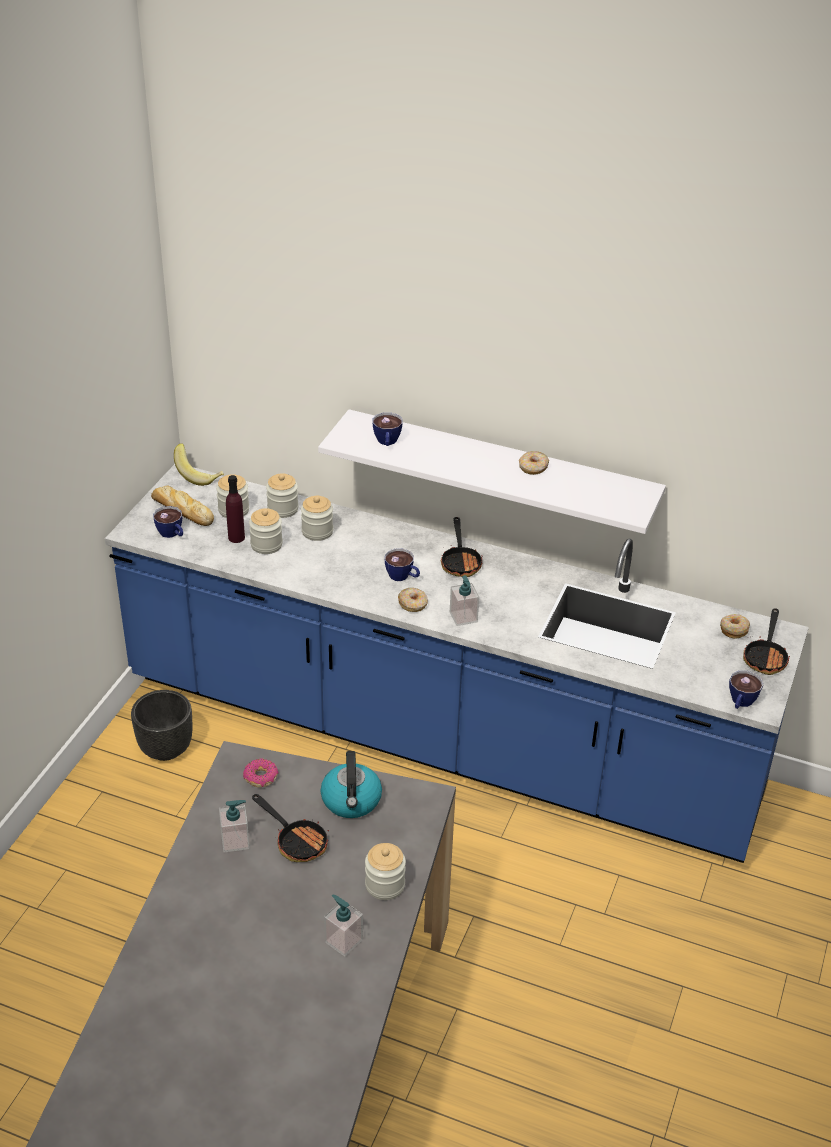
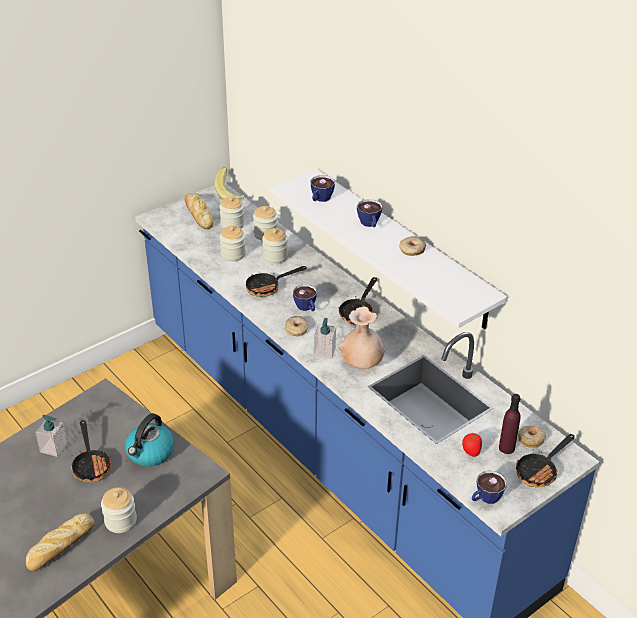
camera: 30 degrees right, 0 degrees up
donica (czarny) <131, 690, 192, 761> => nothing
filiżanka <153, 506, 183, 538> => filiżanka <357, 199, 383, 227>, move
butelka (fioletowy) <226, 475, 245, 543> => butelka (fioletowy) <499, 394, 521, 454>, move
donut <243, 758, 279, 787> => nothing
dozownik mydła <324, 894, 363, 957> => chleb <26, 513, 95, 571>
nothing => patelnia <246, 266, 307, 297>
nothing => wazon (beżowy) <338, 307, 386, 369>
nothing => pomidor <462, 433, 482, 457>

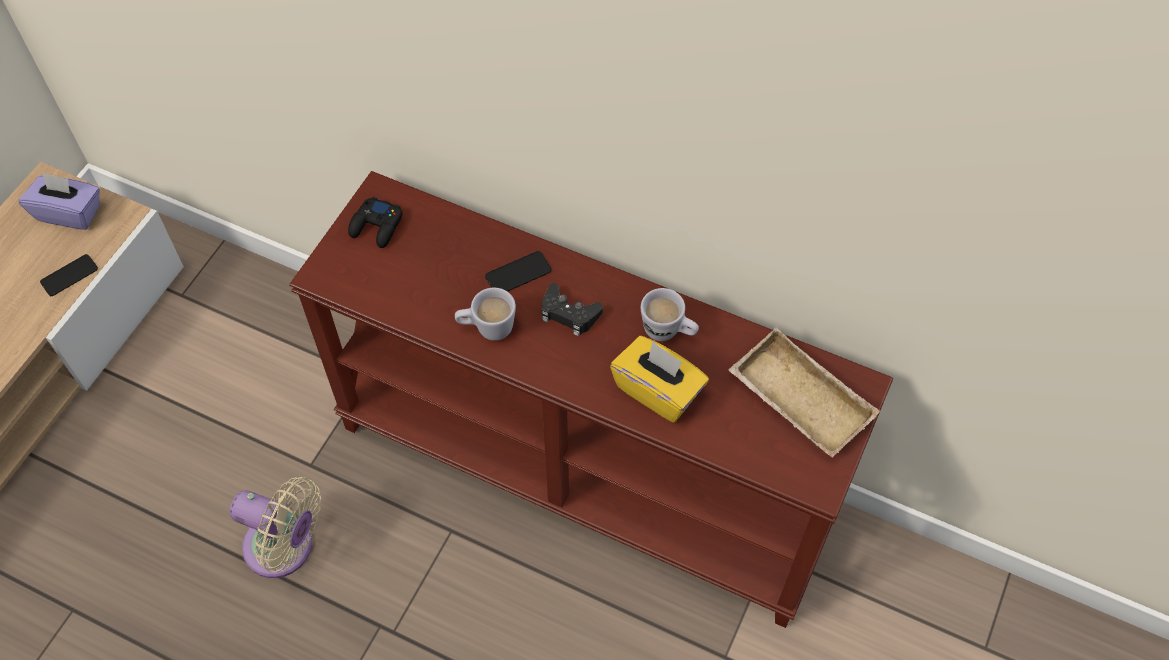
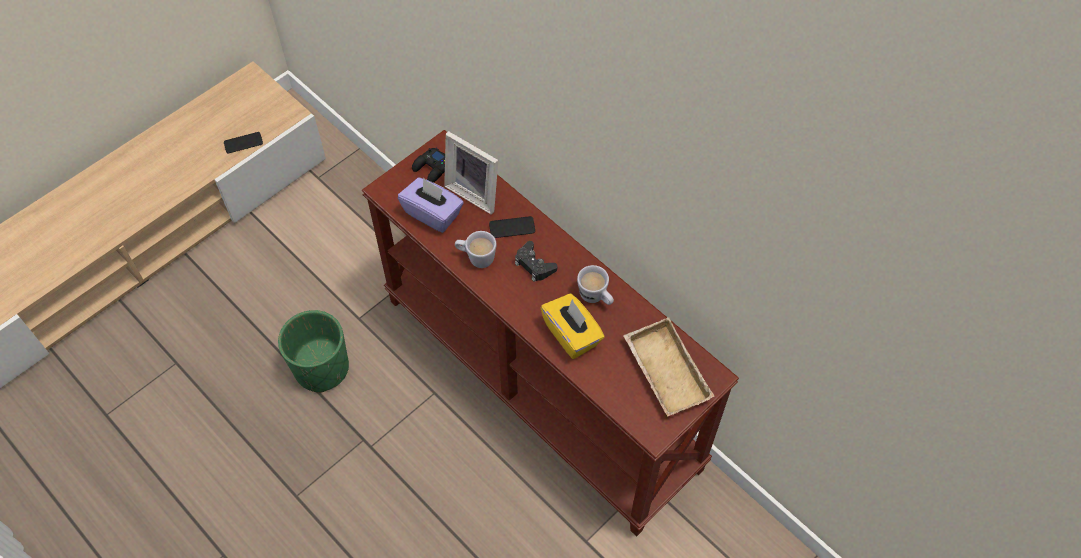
camera: 20 degrees right, 0 degrees up
pudełko chusteczek (fioletowy) <19, 172, 100, 230> => pudełko chusteczek (fioletowy) <398, 178, 464, 233>, move
wentylator (beżowy) <230, 477, 321, 578> => donica (zielony) <278, 310, 349, 393>
nothing => ramka na zdjęcie <444, 131, 498, 215>

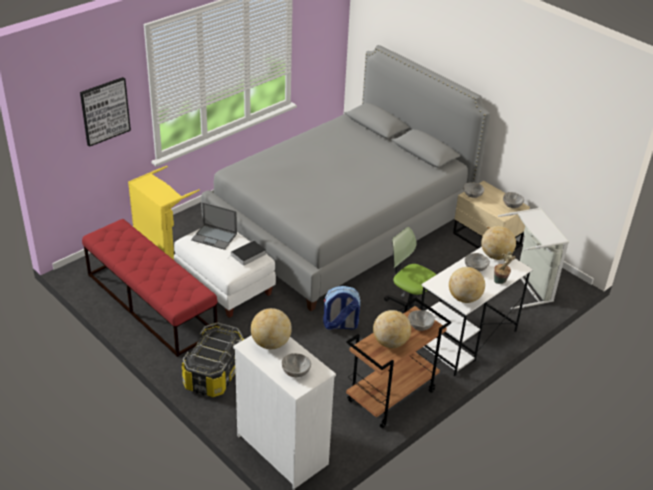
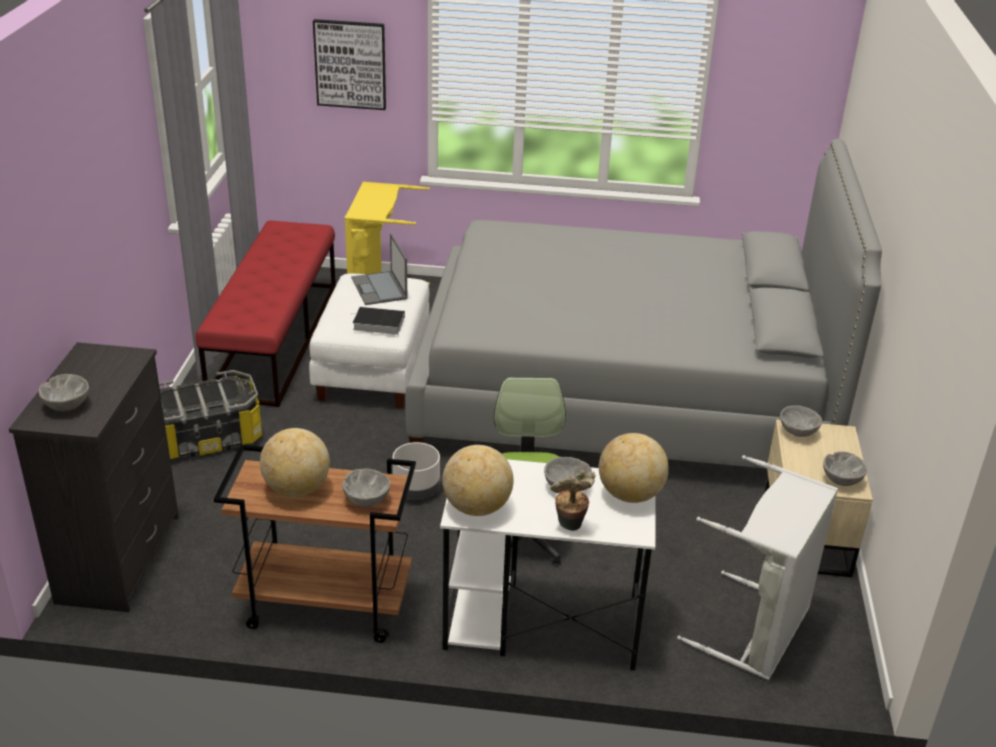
camera: 50 degrees right, 5 degrees down
komoda (biały) <233, 335, 336, 489> => komoda (czarny) <9, 342, 179, 612>
globus <251, 308, 292, 349> => nothing
plecak <323, 286, 360, 330> => donica (szary) <392, 442, 440, 499>

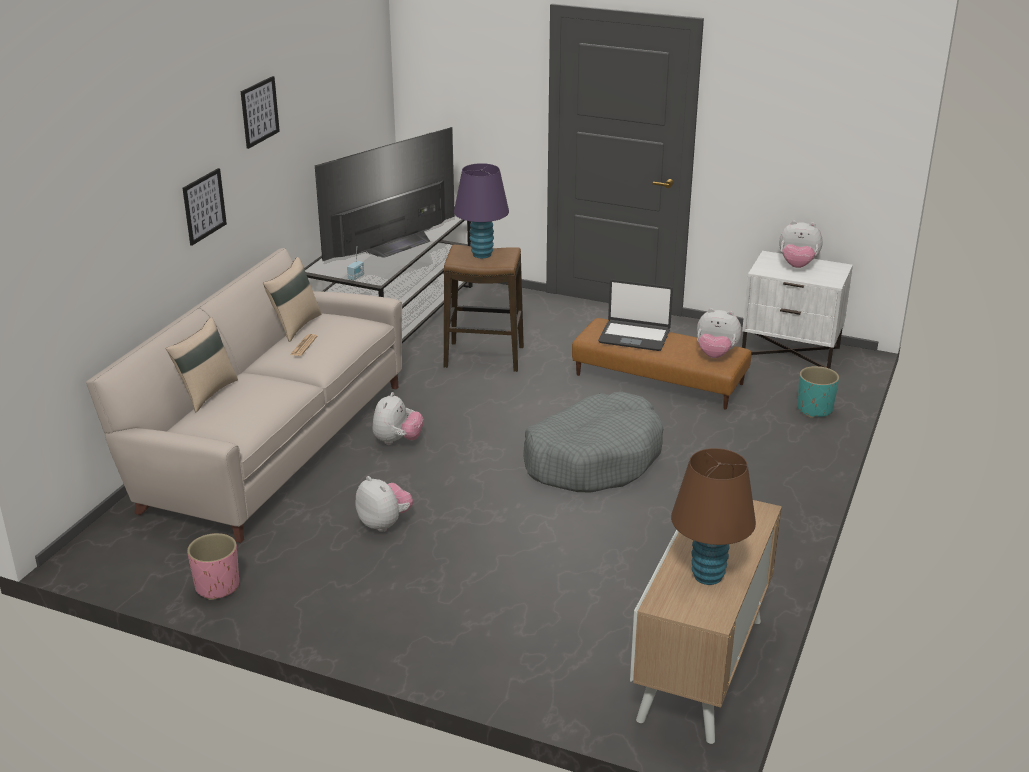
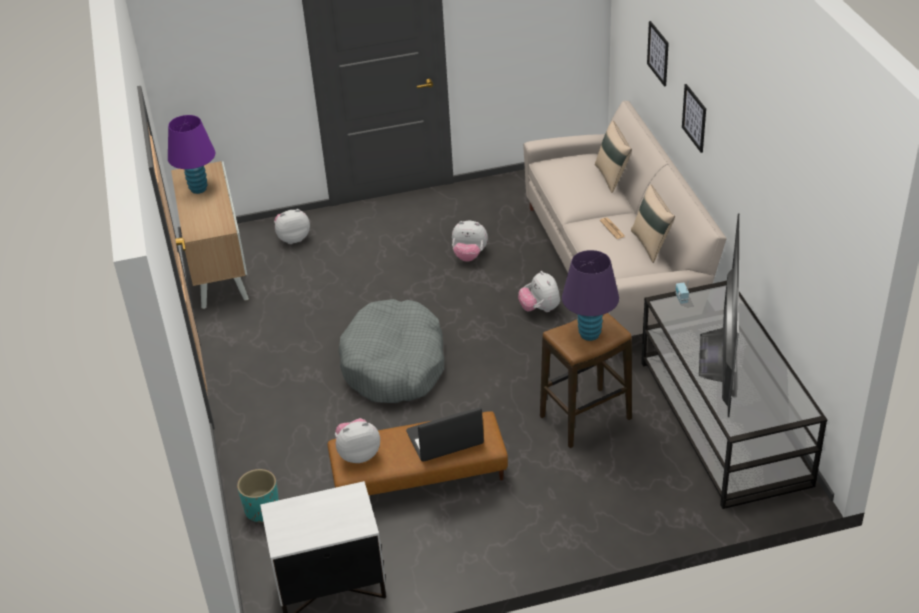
camera: 145 degrees right, 10 degrees up
donica (różowy) <187, 533, 239, 600> => nothing
obraz <241, 76, 280, 149> => obraz <647, 21, 669, 87>, move
lampa stołowa (brązowy) <671, 448, 756, 585> => lampa stołowa (fioletowy) <168, 115, 215, 194>
pluszak <779, 221, 823, 268> => pluszak <274, 209, 310, 244>, move

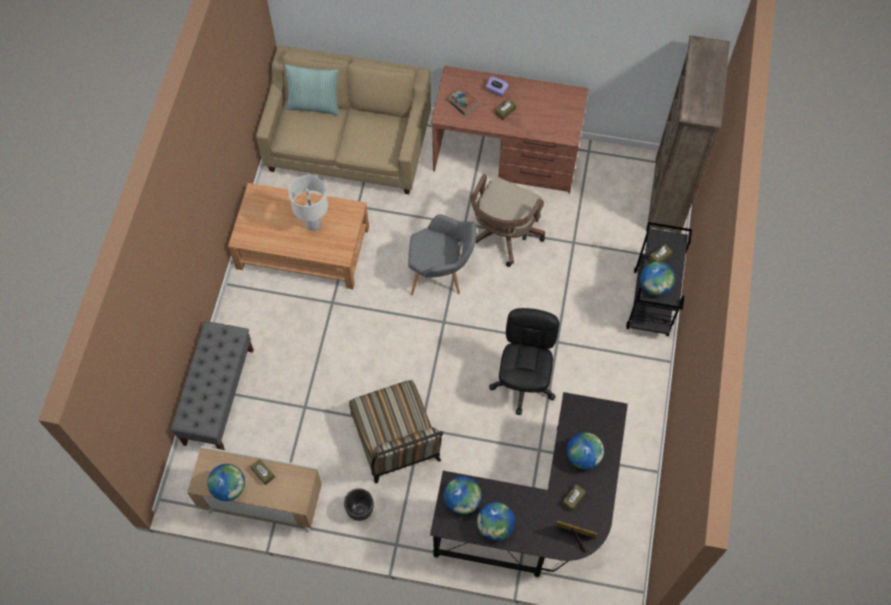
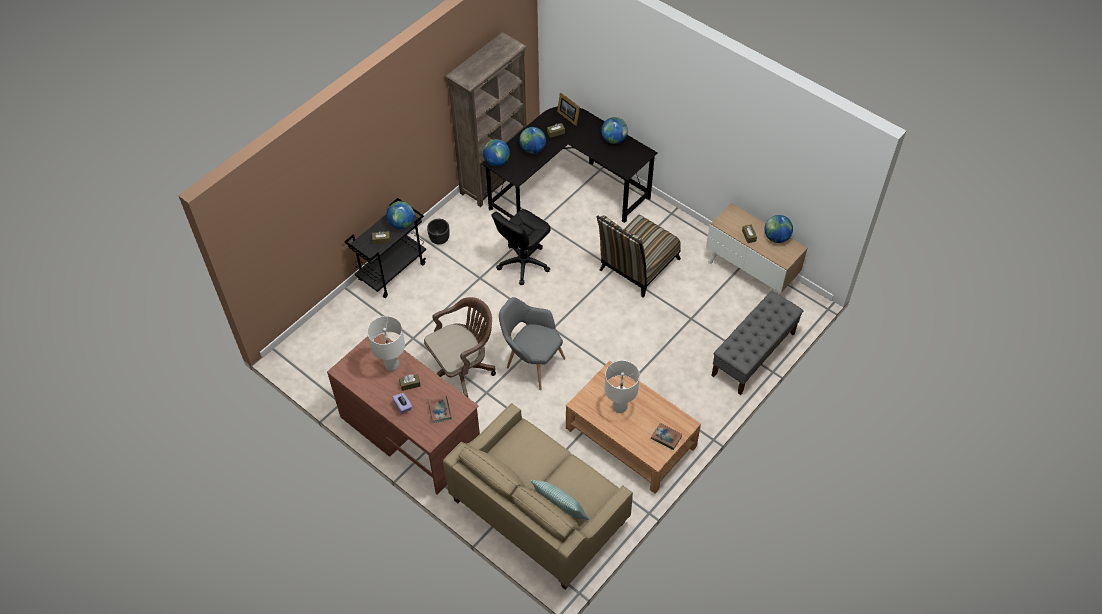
camera: 150 degrees left, 10 degrees down
donica (czarny) <344, 488, 374, 521> => donica (czarny) <427, 219, 449, 245>, move
krzesło <349, 380, 444, 484> => krzesło <597, 215, 681, 297>, 150 degrees counterclockwise
globus <444, 476, 482, 515> => globus <483, 139, 510, 166>, move
regał (brązowy) <646, 35, 730, 233> => regał (brązowy) <446, 32, 527, 207>, move
nothing => lampa stołowa (biały) <367, 316, 405, 371>
nothing => książka <651, 423, 683, 450>

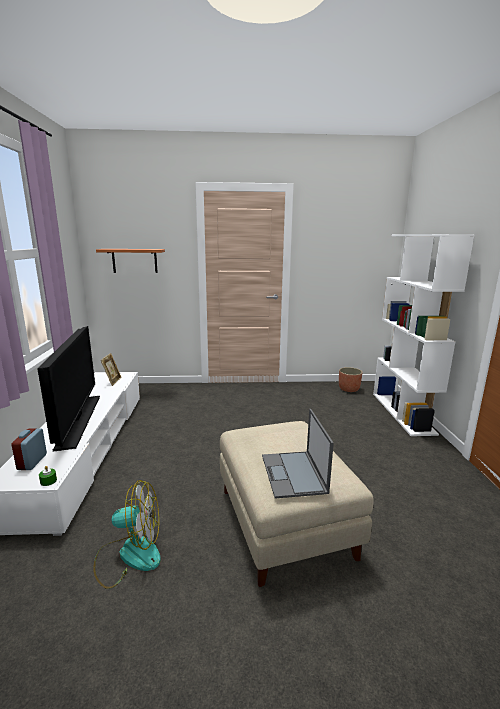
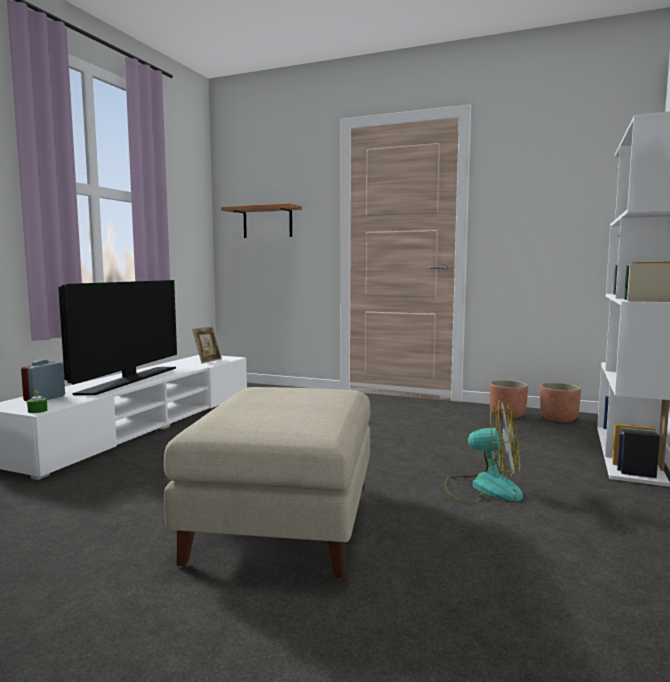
camera: 25 degrees right, 10 degrees down
wentylator <93, 480, 161, 589> => wentylator <445, 400, 523, 503>, move
laptop <262, 409, 334, 499> => nothing
nothing => donica <489, 380, 528, 419>

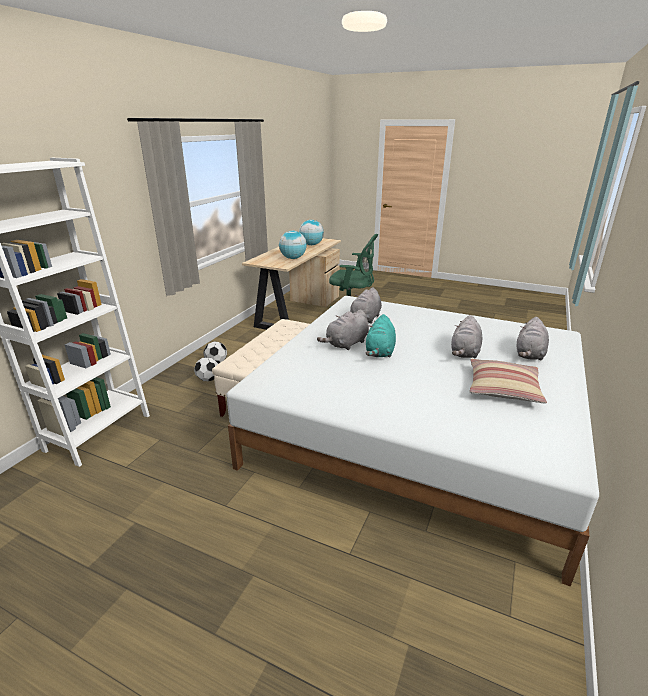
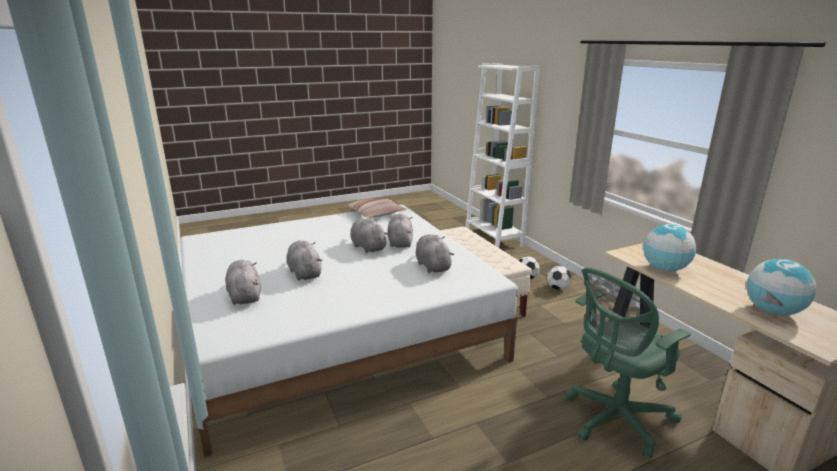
camera: 130 degrees right, 5 degrees down
pluszak (turkusowy) <366, 314, 396, 358> => pluszak (szary) <351, 218, 389, 253>
poduszka <470, 359, 547, 403> => poduszka <345, 197, 407, 218>, move

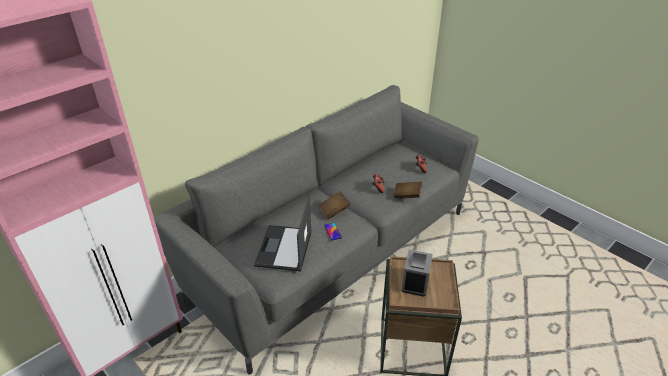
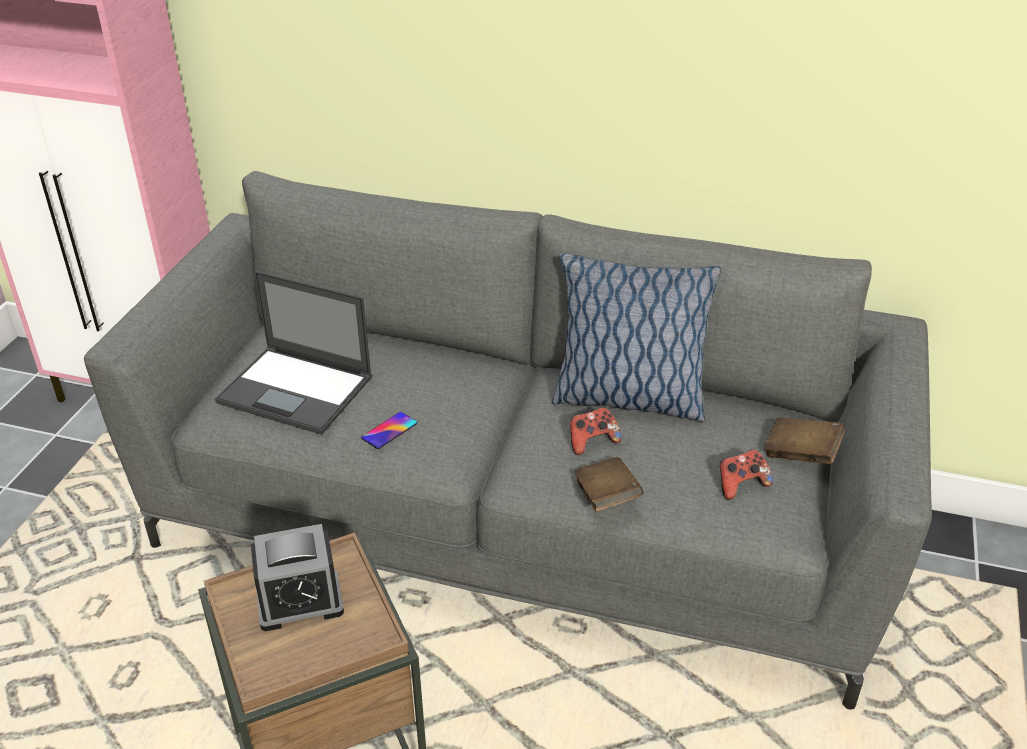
camera: 60 degrees right, 0 degrees up
laptop <254, 196, 312, 271> => laptop <215, 271, 372, 435>, 135 degrees counterclockwise
książka (brązowy) <318, 191, 351, 220> => książka (brązowy) <763, 417, 845, 464>, move
nothing => poduszka <552, 253, 721, 422>

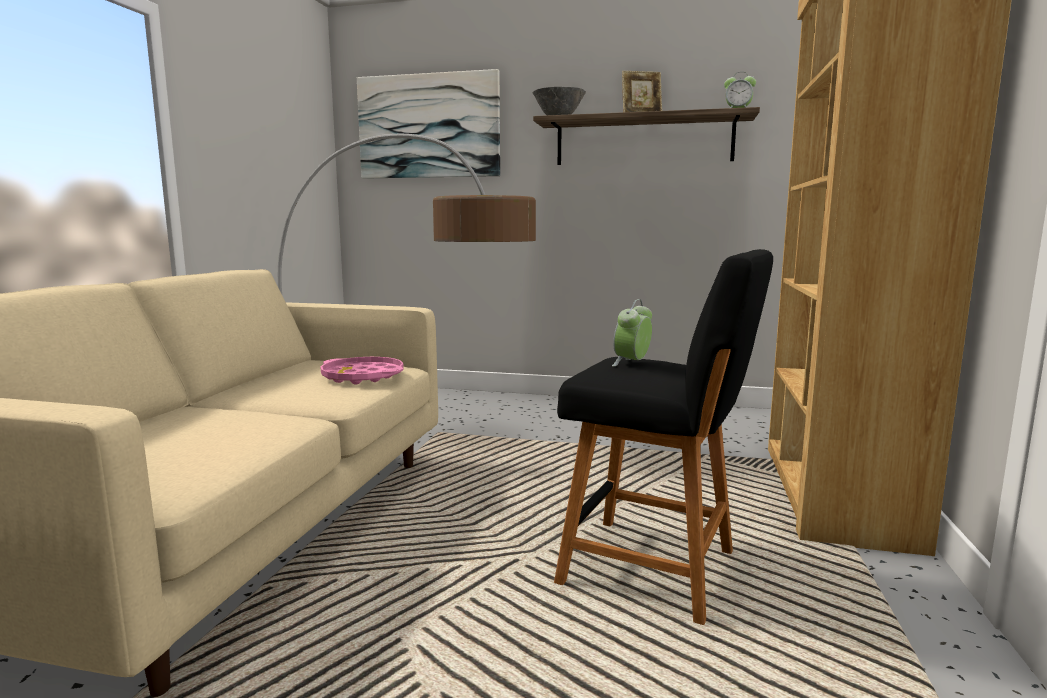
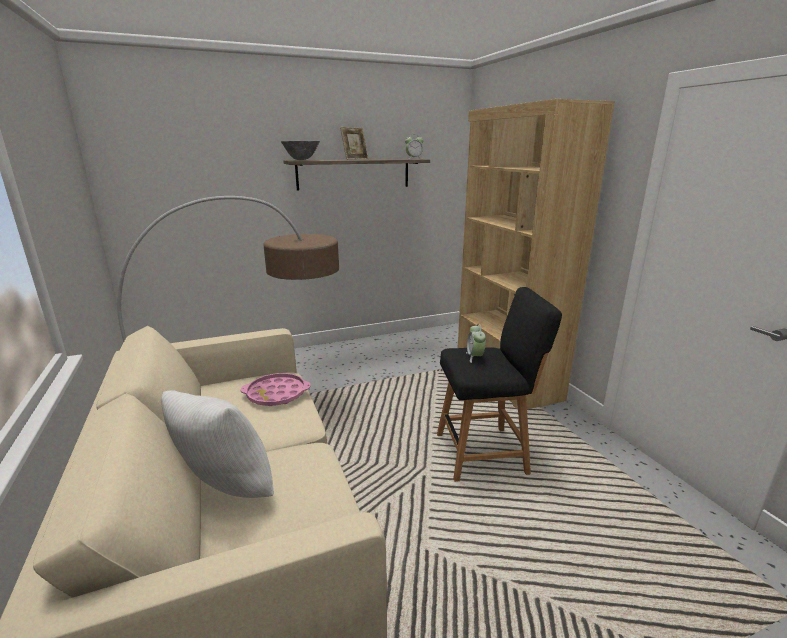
camera: 35 degrees left, 10 degrees up
obraz <357, 69, 500, 179> => nothing
nothing => poduszka (biały) <161, 390, 274, 498>

